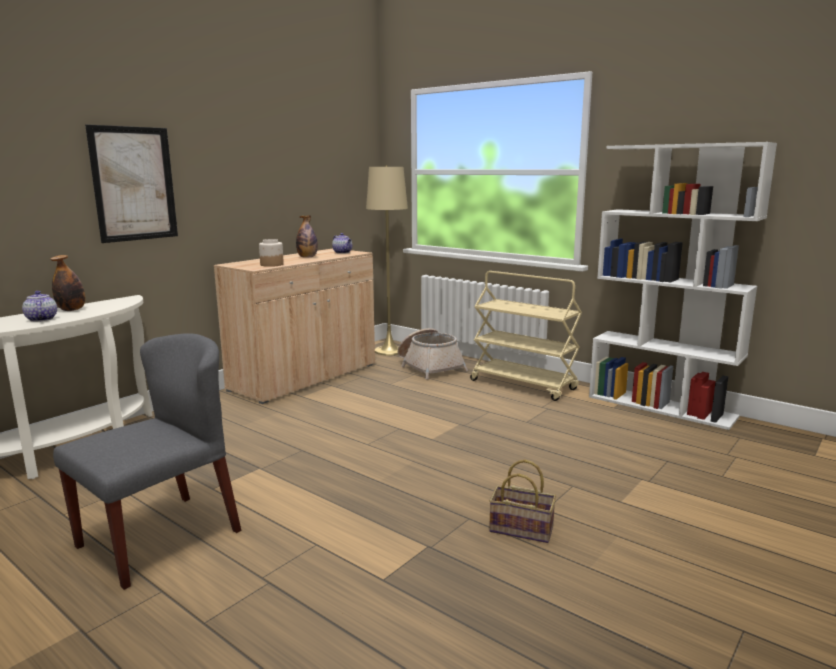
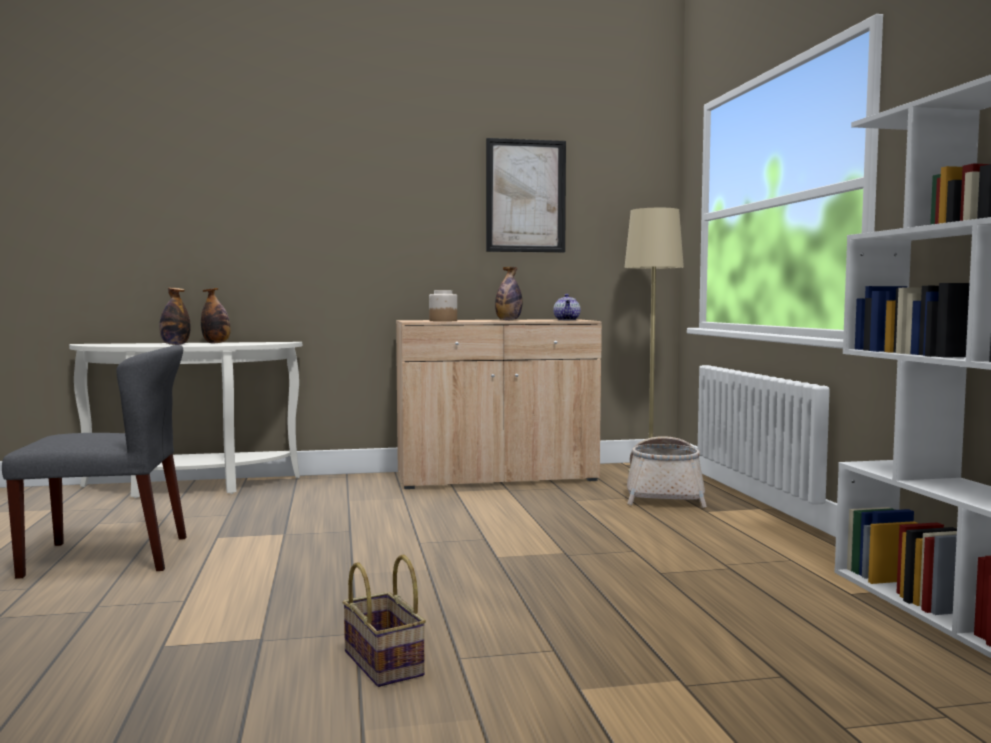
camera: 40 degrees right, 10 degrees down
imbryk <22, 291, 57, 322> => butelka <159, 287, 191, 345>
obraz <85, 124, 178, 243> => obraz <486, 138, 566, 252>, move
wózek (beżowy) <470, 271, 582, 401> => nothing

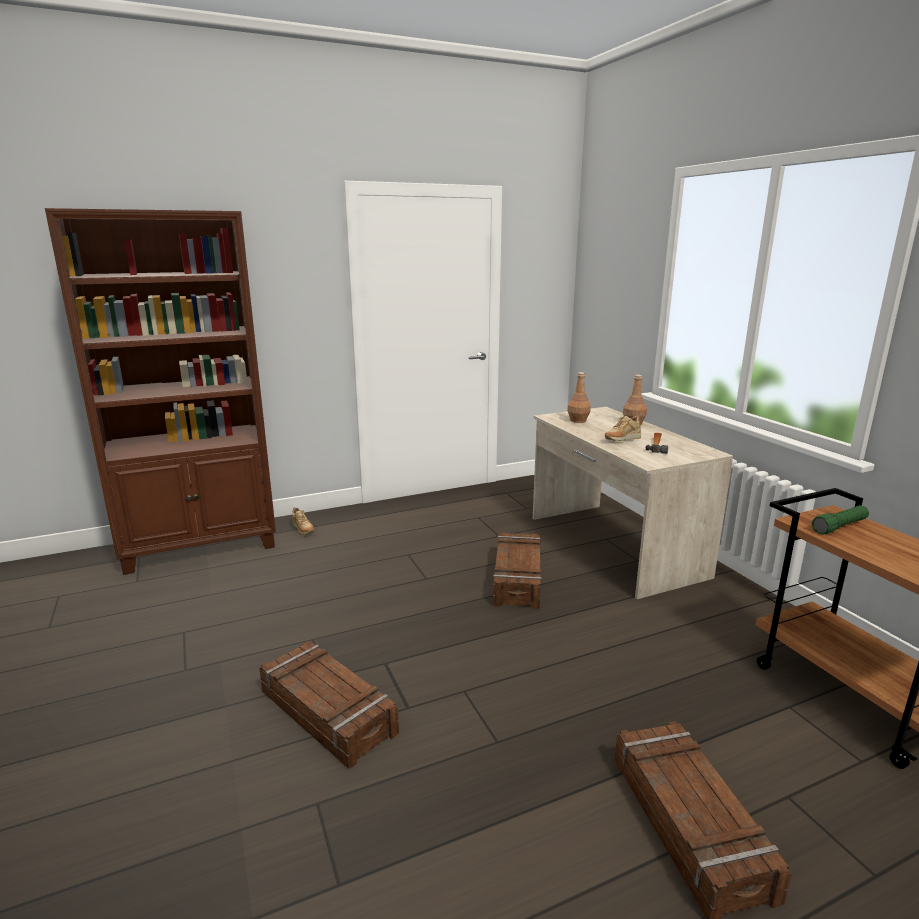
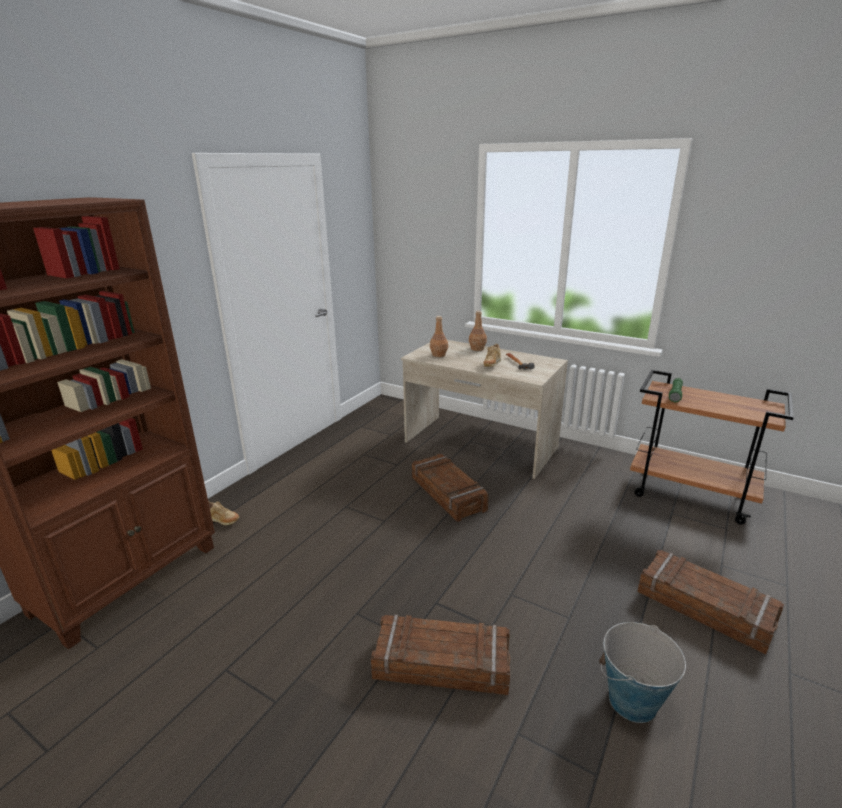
camera: 35 degrees left, 5 degrees up
nothing => wiadro <599, 622, 686, 723>

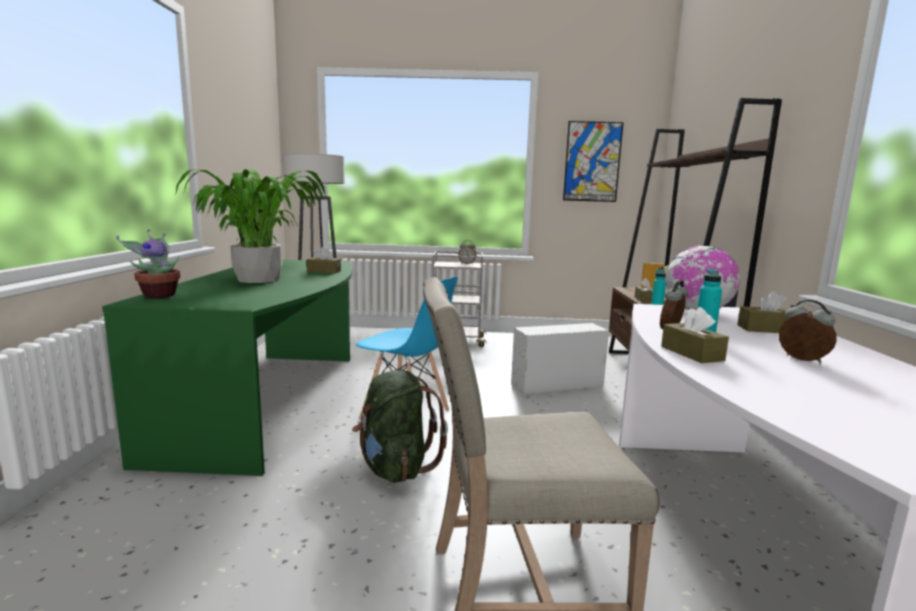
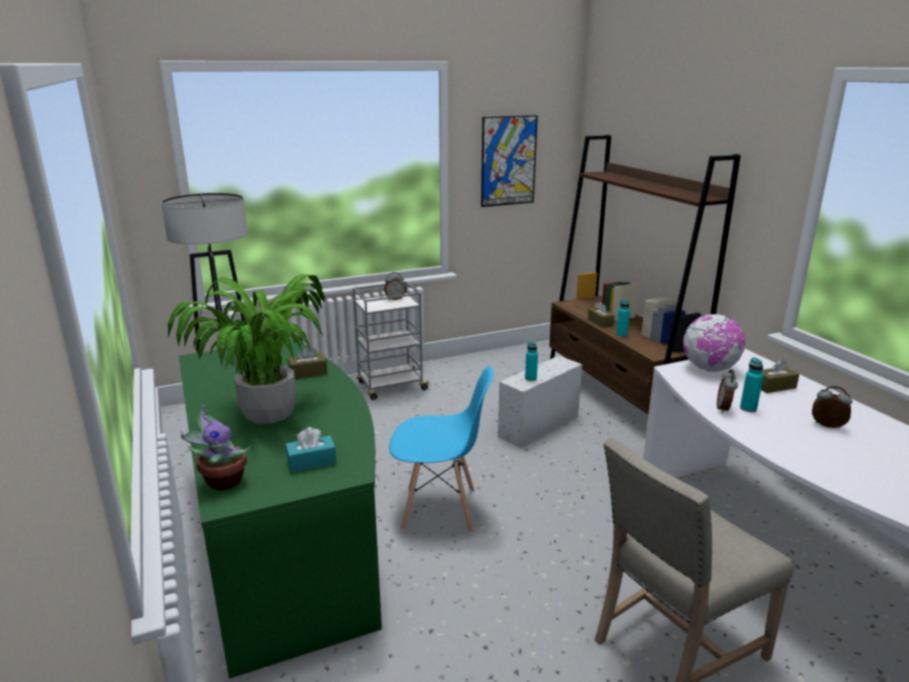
camera: 25 degrees left, 10 degrees up
plecak (zielony) <352, 370, 448, 483> => nothing
pudełko chusteczek (brązowy) <661, 307, 729, 363> => nothing
nothing => pudełko chusteczek (turkusowy) <286, 427, 336, 473>
nothing => butelka (turkusowy) <525, 342, 538, 381>

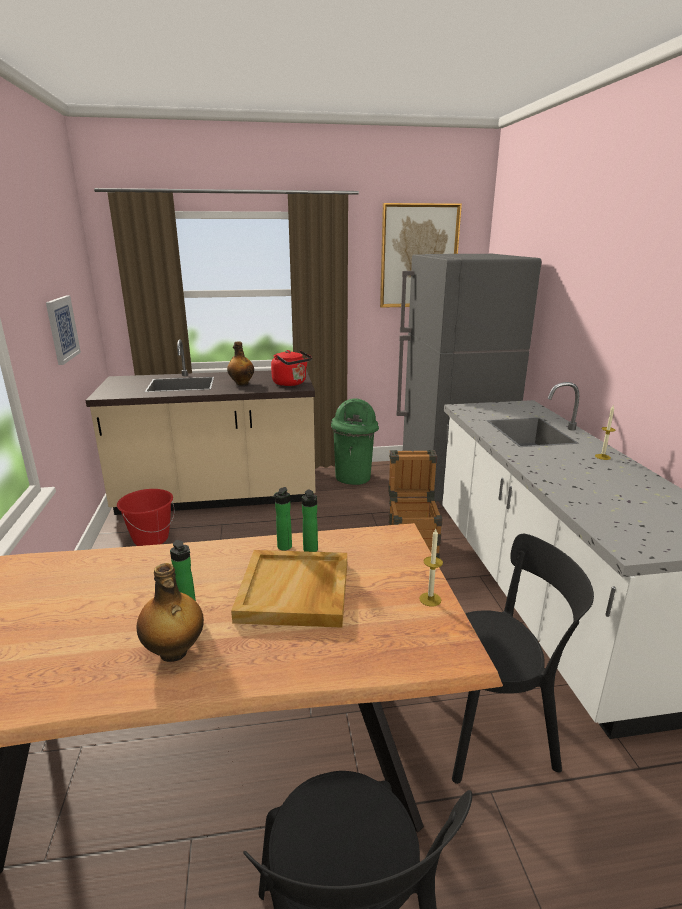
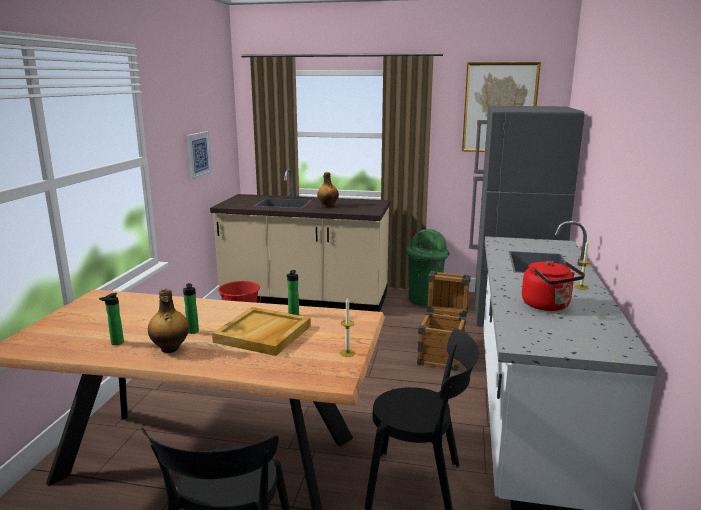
camera: 20 degrees right, 5 degrees down
czajnik (czerwony) <271, 350, 312, 386> => czajnik (czerwony) <522, 261, 585, 311>, move
butelka <273, 487, 292, 551> => butelka <99, 293, 124, 345>, move

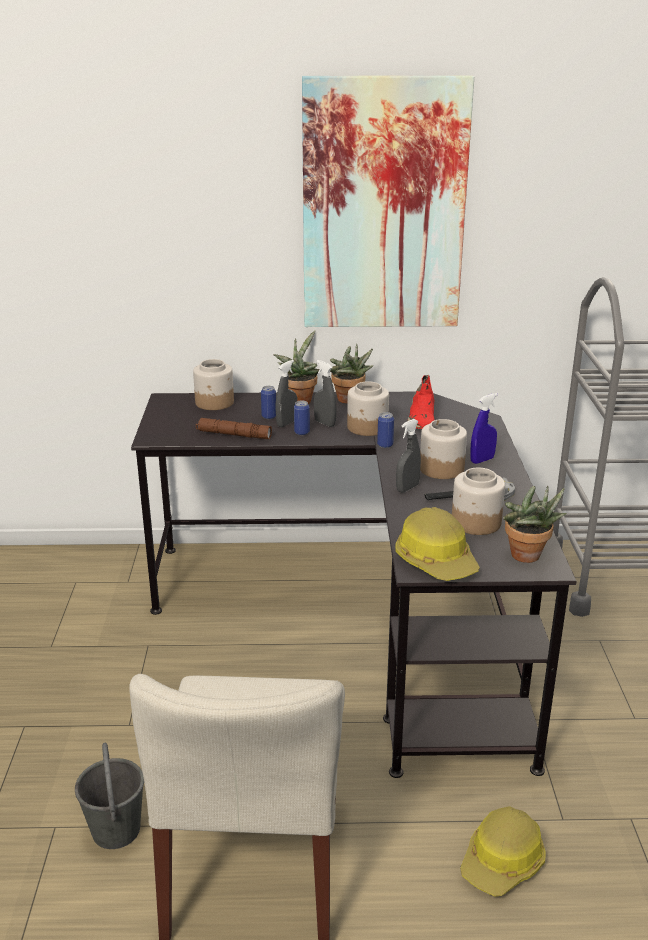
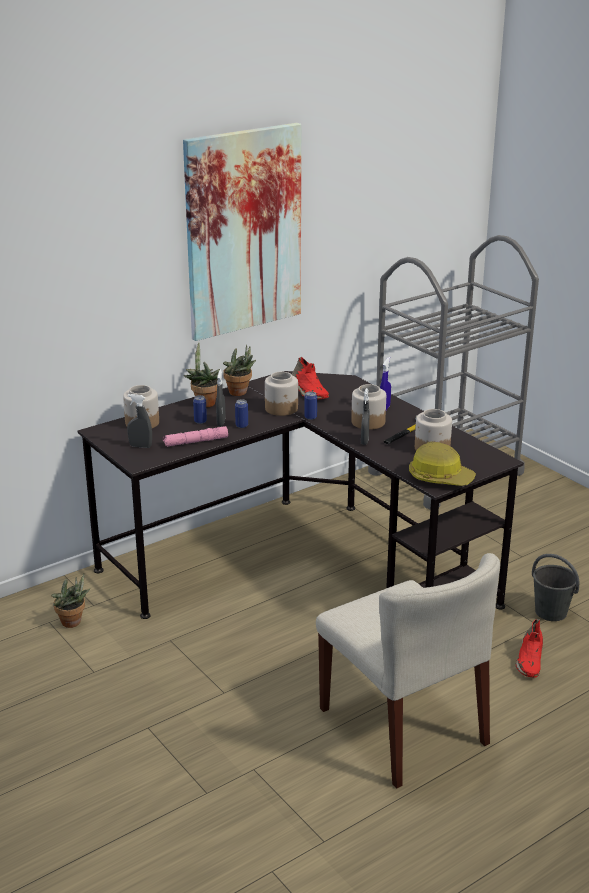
camera: 35 degrees left, 0 degrees up
wiadro (szary) <75, 743, 144, 849> => wiadro (szary) <532, 554, 579, 621>, move
latarka (brązowy) <196, 418, 272, 439> => latarka (różowy) <163, 426, 228, 447>
spryskiwacz (szary) <314, 360, 336, 427> => spryskiwacz (szary) <127, 394, 152, 448>, move
kask <460, 806, 546, 897> => but (czerwony) <516, 619, 543, 677>
roślina doniczkowa <503, 486, 566, 563> => roślina doniczkowa <51, 574, 90, 628>, move

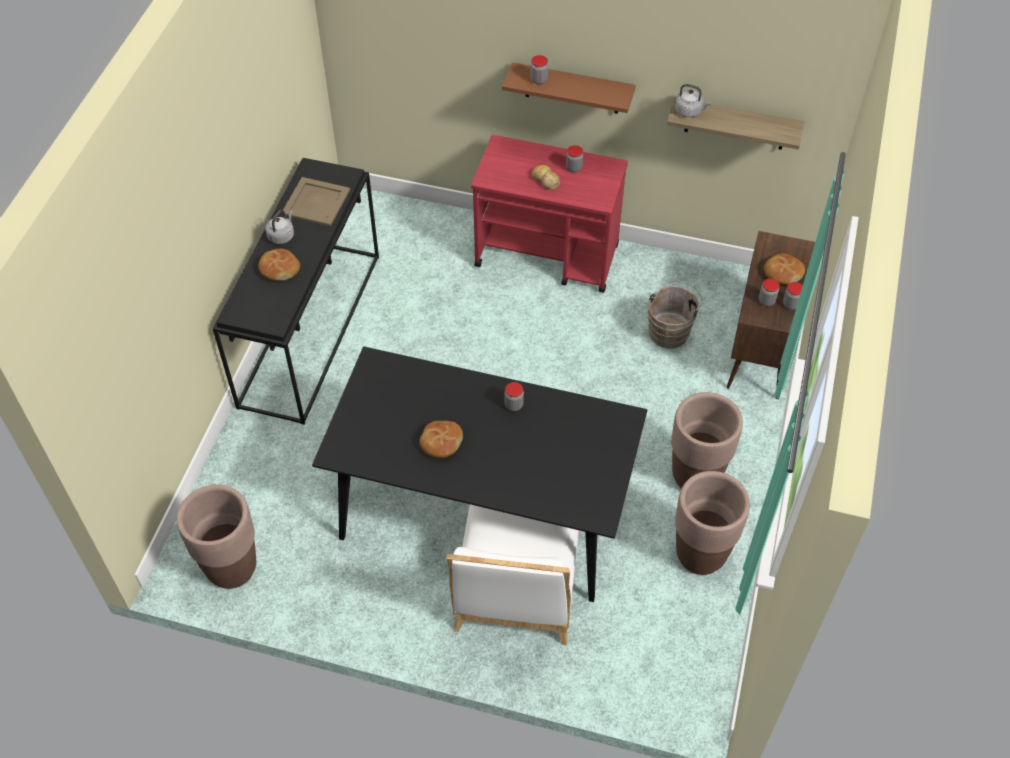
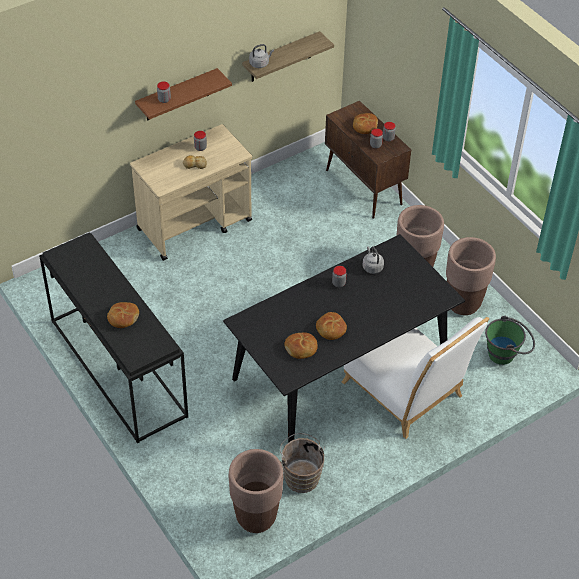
camera: 50 degrees left, 5 degrees down
czajnik (szary) <265, 210, 294, 244> => czajnik (szary) <363, 246, 384, 274>, move
taca (beżowy) <281, 177, 350, 226> => nothing
wózek (czerwony) <471, 135, 628, 293> => wózek (beżowy) <130, 124, 252, 261>
wiadro (brązowy) <648, 281, 702, 349> => wiadro (brązowy) <280, 433, 325, 493>, move
nothing => chleb <284, 332, 318, 359>
nothing => wiadro (zielony) <485, 316, 535, 365>

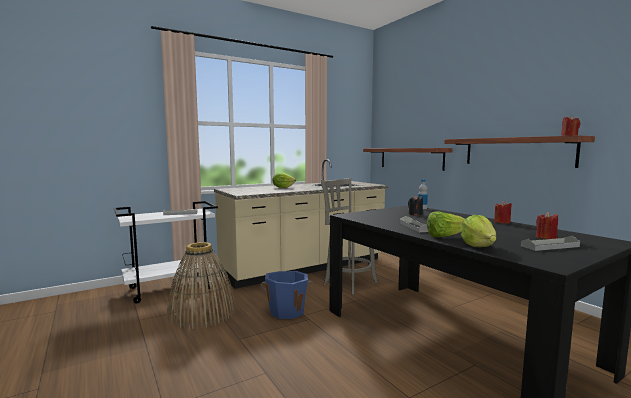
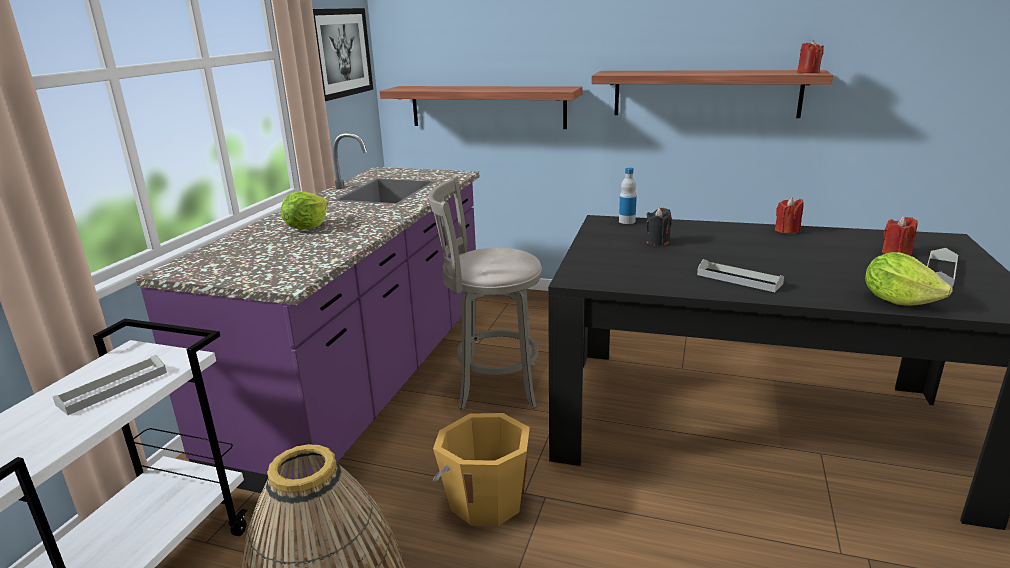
camera: 40 degrees left, 15 degrees up
zabudowa kuchenna (beżowy) <214, 159, 388, 289> => zabudowa kuchenna (fioletowy) <136, 133, 479, 493>
wiadro (niebieski) <261, 271, 313, 319> => wiadro (pomarańczowy) <432, 413, 530, 526>
sałata <427, 211, 465, 238> => nothing
nothing => obraz <313, 8, 373, 101>

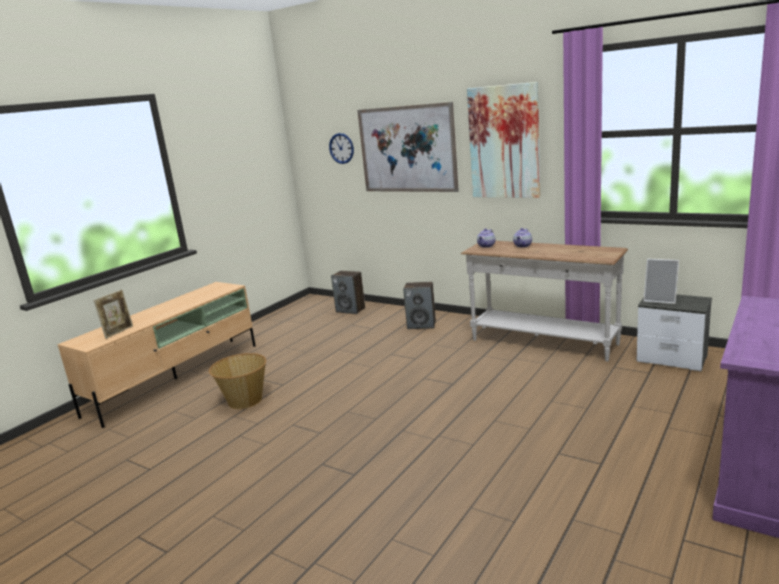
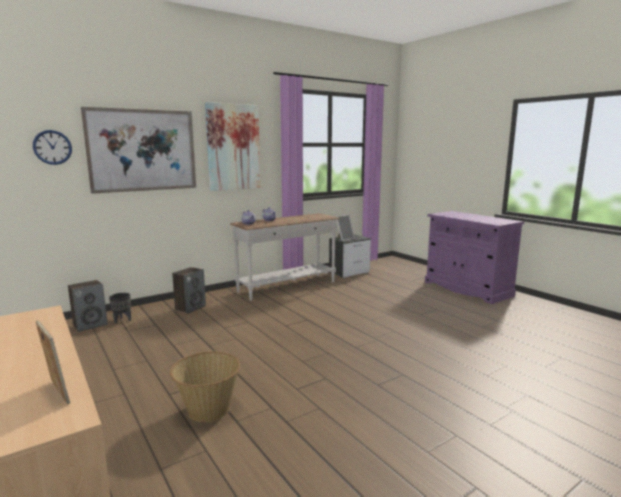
camera: 70 degrees left, 5 degrees down
nothing => donica (czarny) <109, 293, 131, 324>

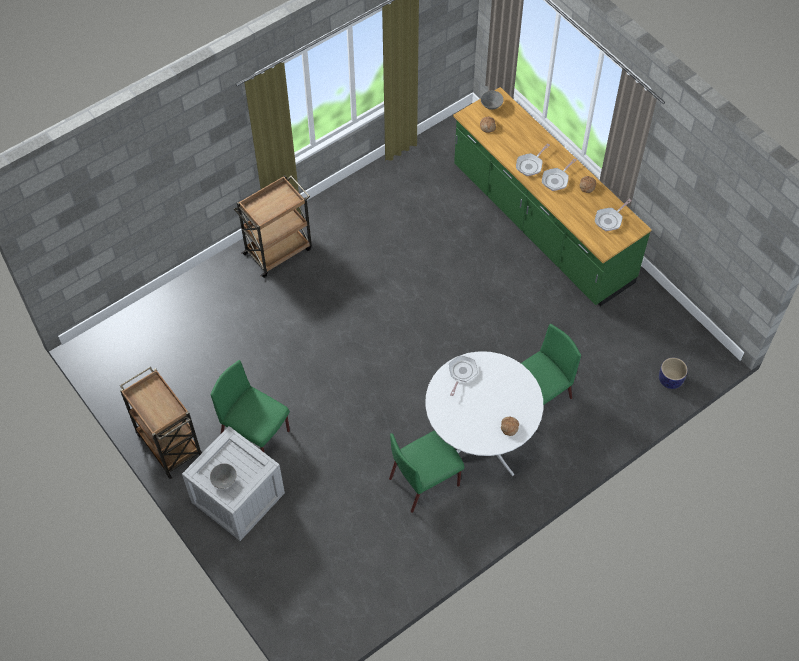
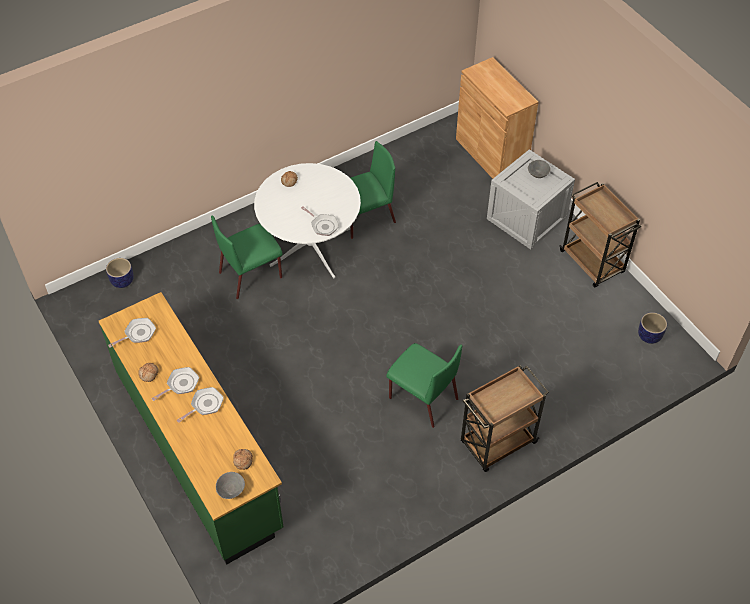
camera: 175 degrees left, 5 degrees down
krzesło (zielony) <211, 360, 290, 453> => krzesło (zielony) <386, 343, 462, 428>, move
patelnia <449, 355, 478, 396> => patelnia <301, 206, 339, 236>, 75 degrees counterclockwise
nothing => szafka (brązowy) <456, 57, 538, 179>
nothing => donica <638, 312, 667, 344>

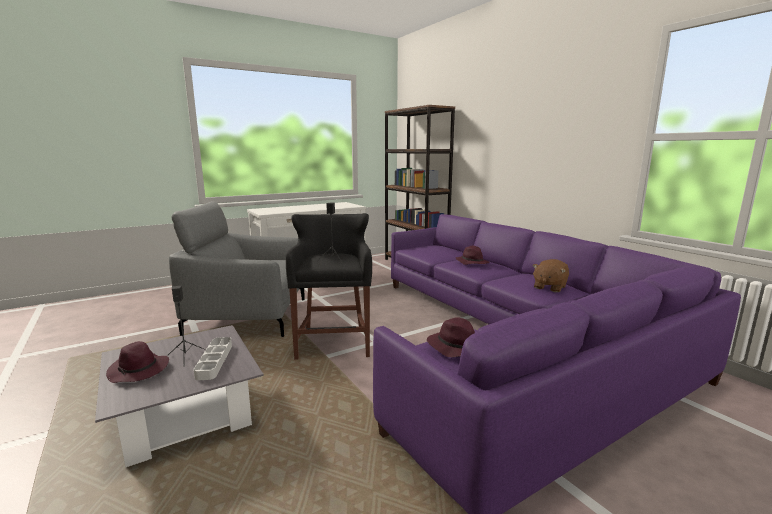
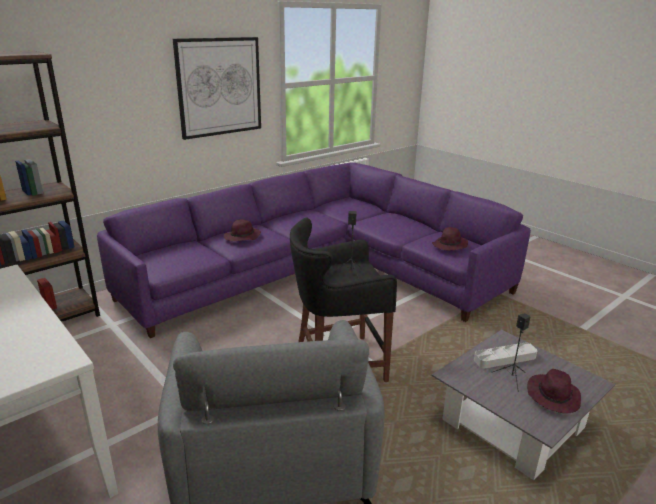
camera: 100 degrees left, 10 degrees up
pluszak (brązowy) <532, 259, 569, 292> => nothing
nothing => obraz <173, 37, 261, 140>

